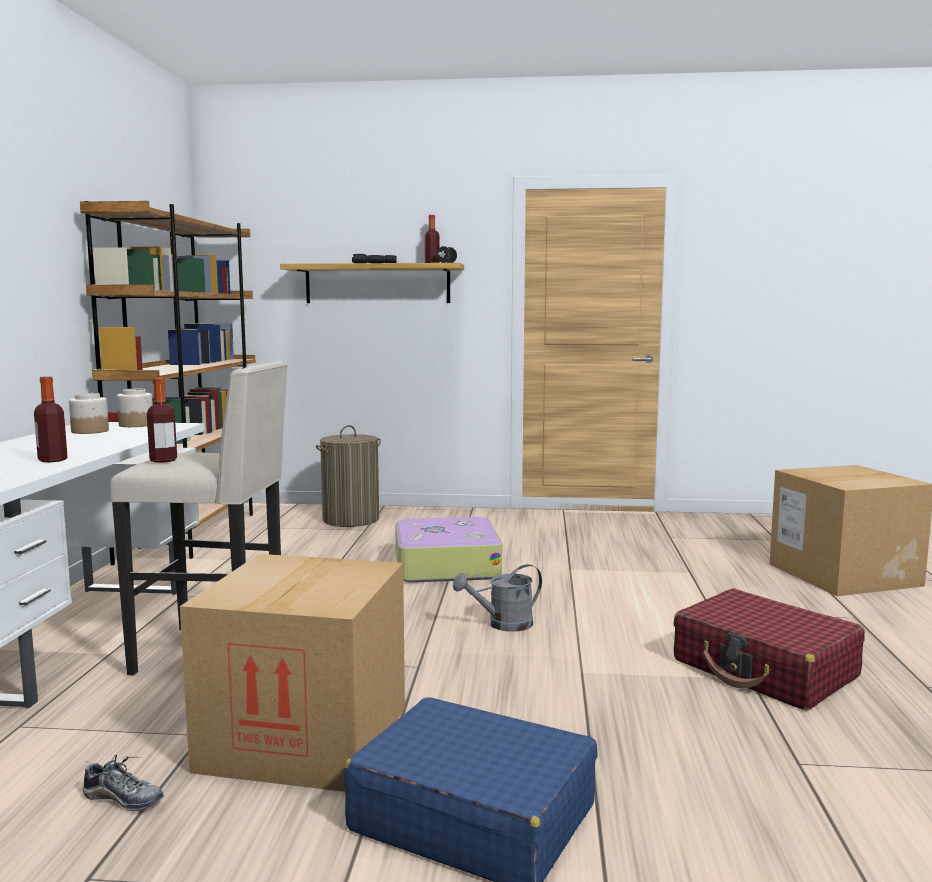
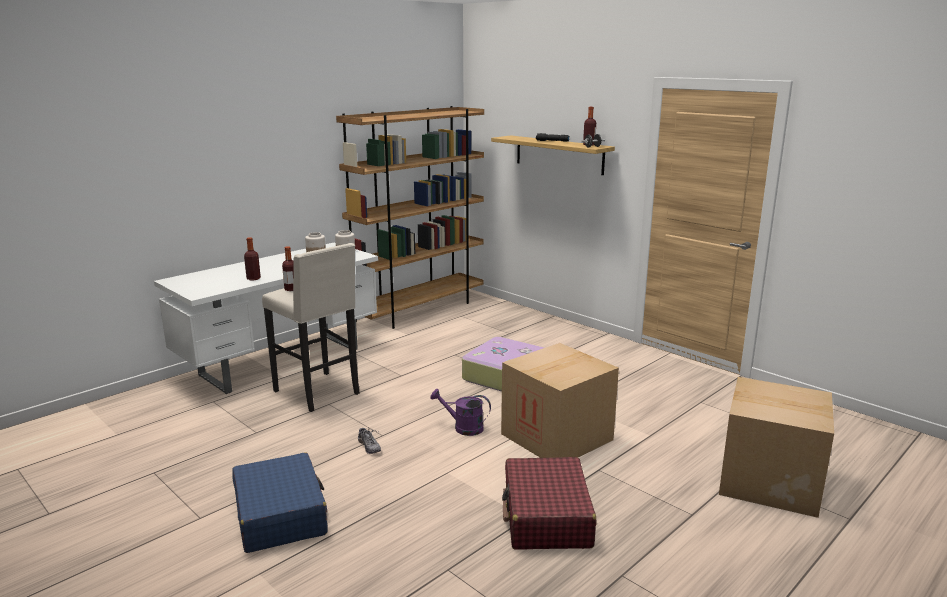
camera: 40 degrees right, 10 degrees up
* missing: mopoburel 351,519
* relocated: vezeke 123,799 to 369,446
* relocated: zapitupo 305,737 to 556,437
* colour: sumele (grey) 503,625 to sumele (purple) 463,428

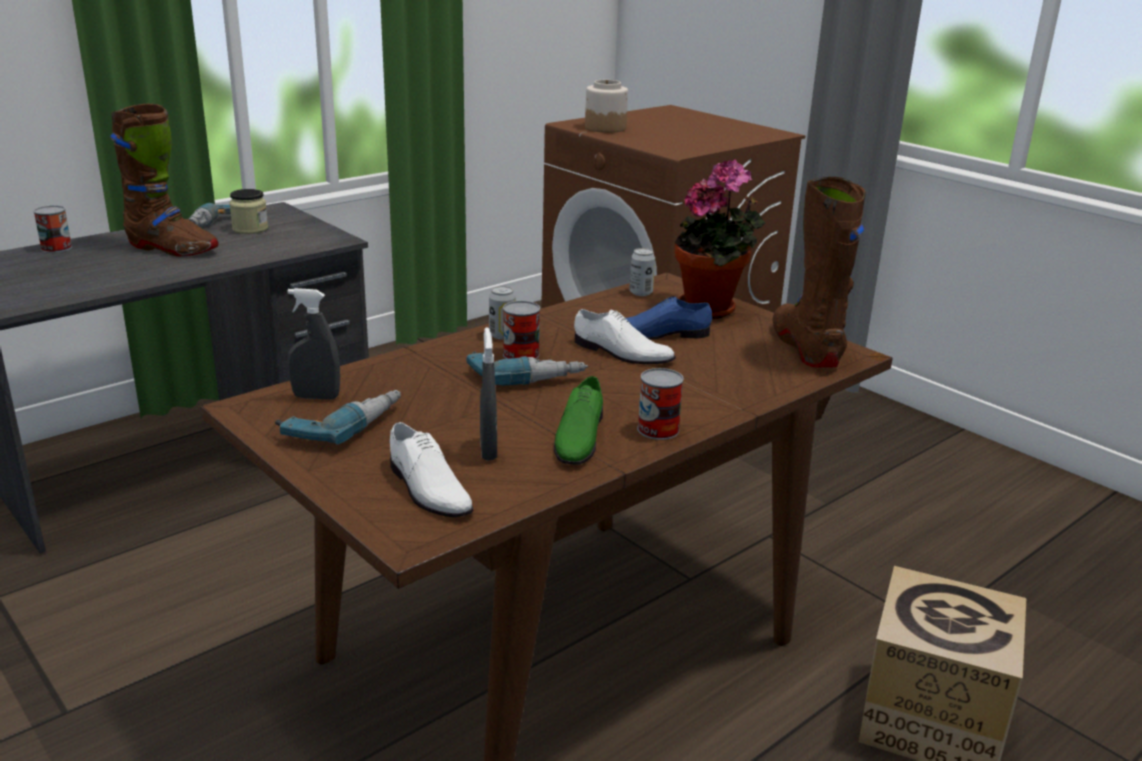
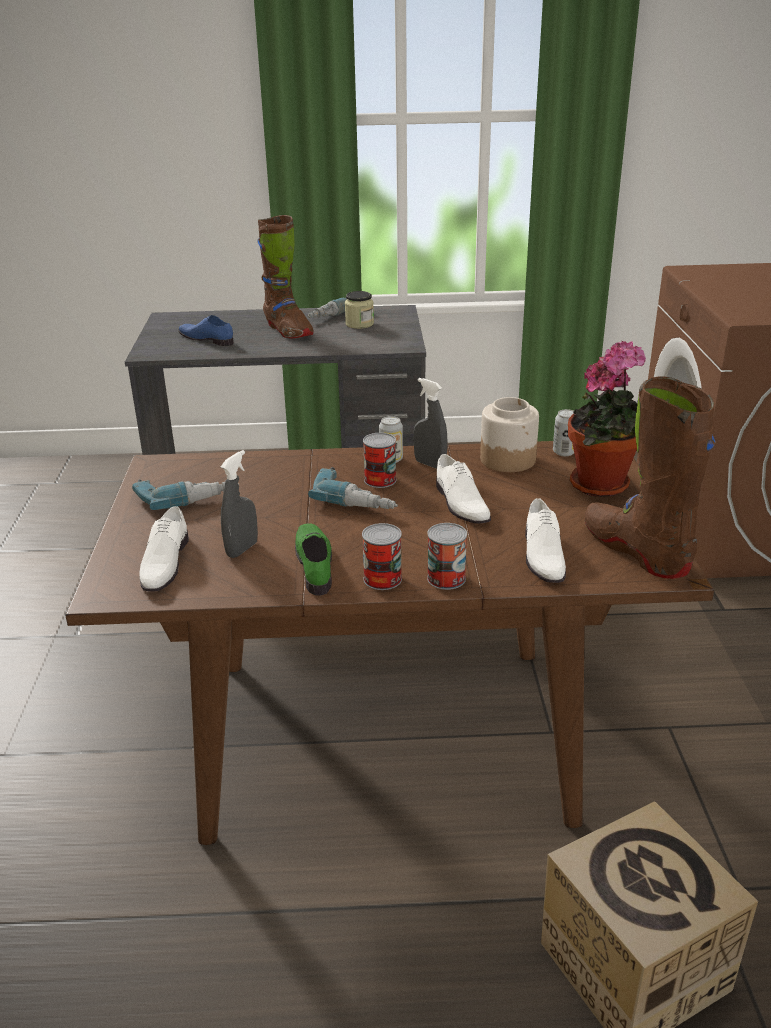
camera: 40 degrees right, 5 degrees up
* appeared: vezeke (white) 541,554
* relocated: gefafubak 56,248 to 446,578
* relocated: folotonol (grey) 316,397 to 430,464
* relocated: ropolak 605,128 to 508,459
* relocated: vezeke (blue) 657,333 to 207,338
* spun: vezeke (green) 578,437 = 315,563 120 degrees clockwise
* spun: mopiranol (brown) 806,347 = 636,550 60 degrees counterclockwise

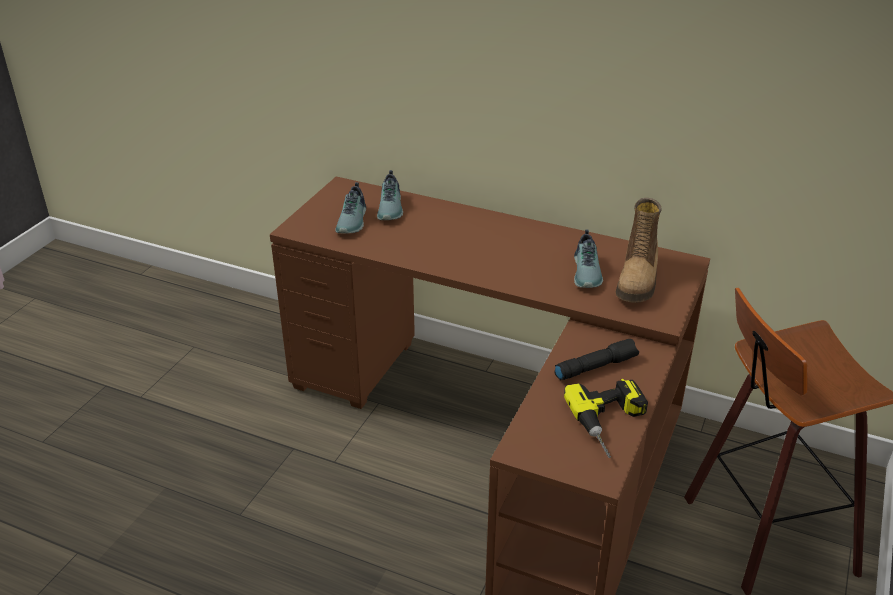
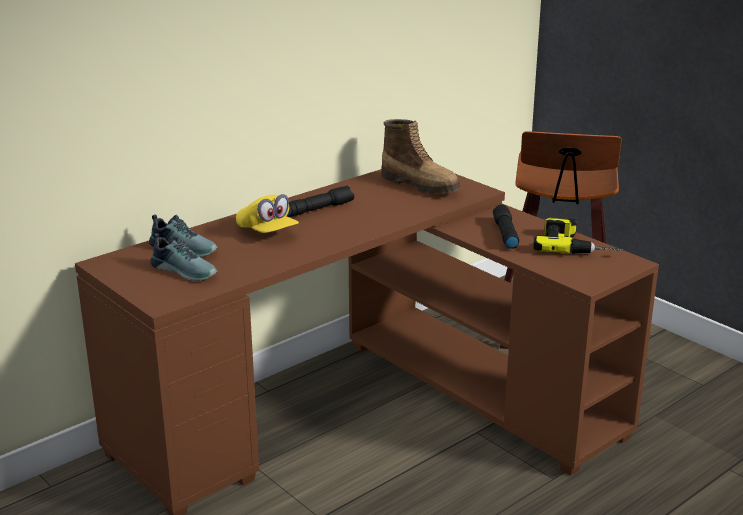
camera: 65 degrees left, 10 degrees down
* missing: vezeke 588,272
* appeared: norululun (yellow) 267,232
* appeared: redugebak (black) 318,209

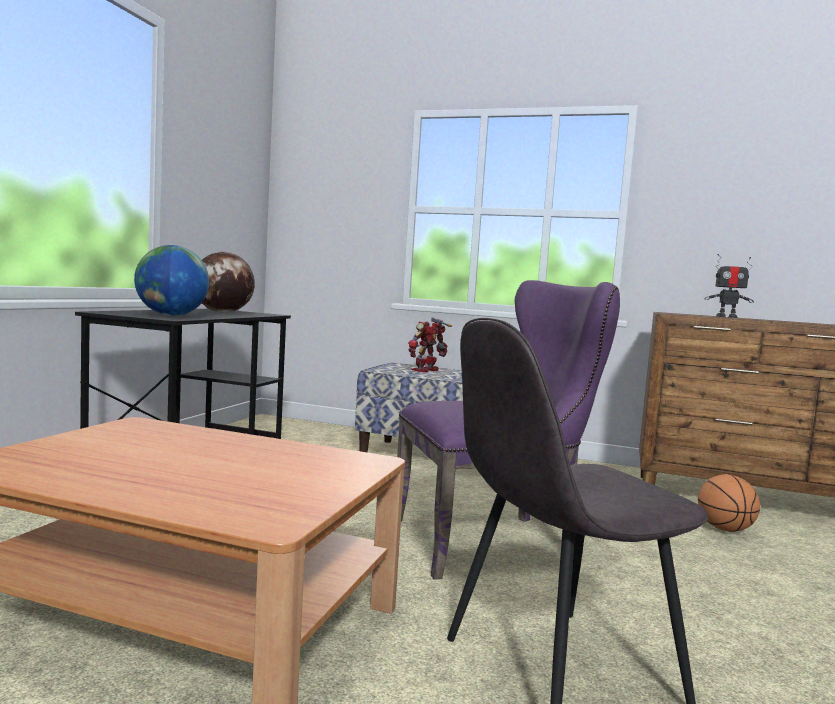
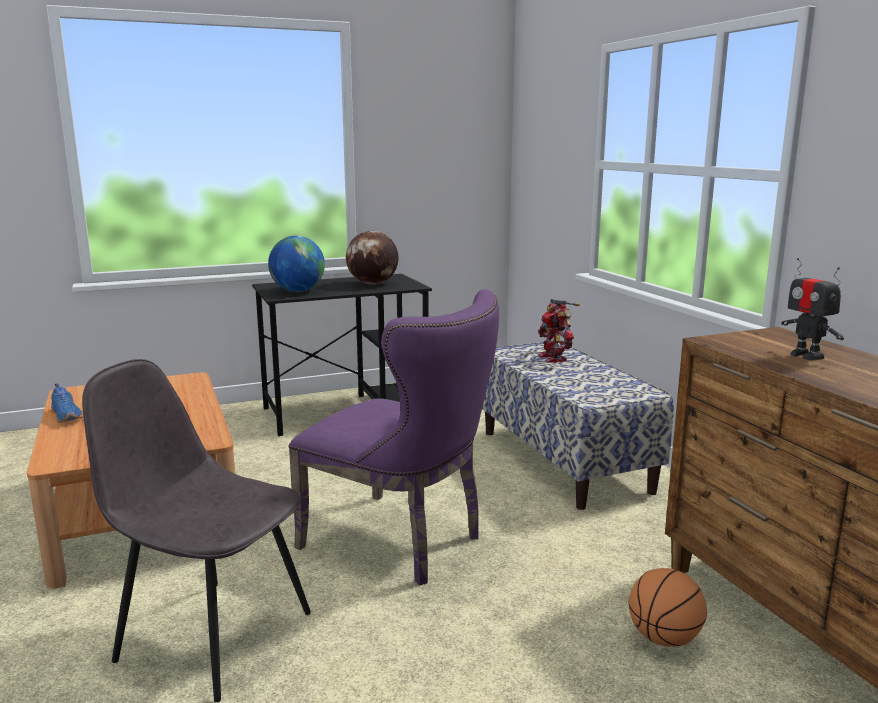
camera: 50 degrees right, 10 degrees up
* appeared: vezeke (blue) 67,416
* spun: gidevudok 426,370 = 554,358 105 degrees counterclockwise

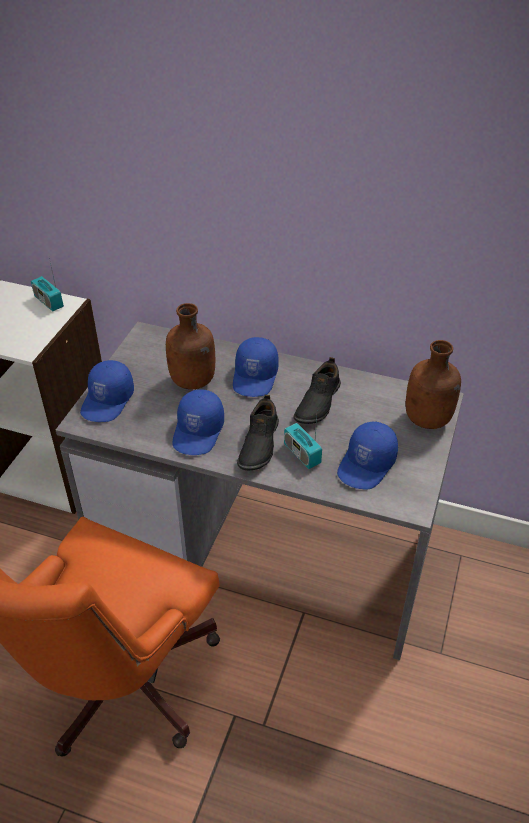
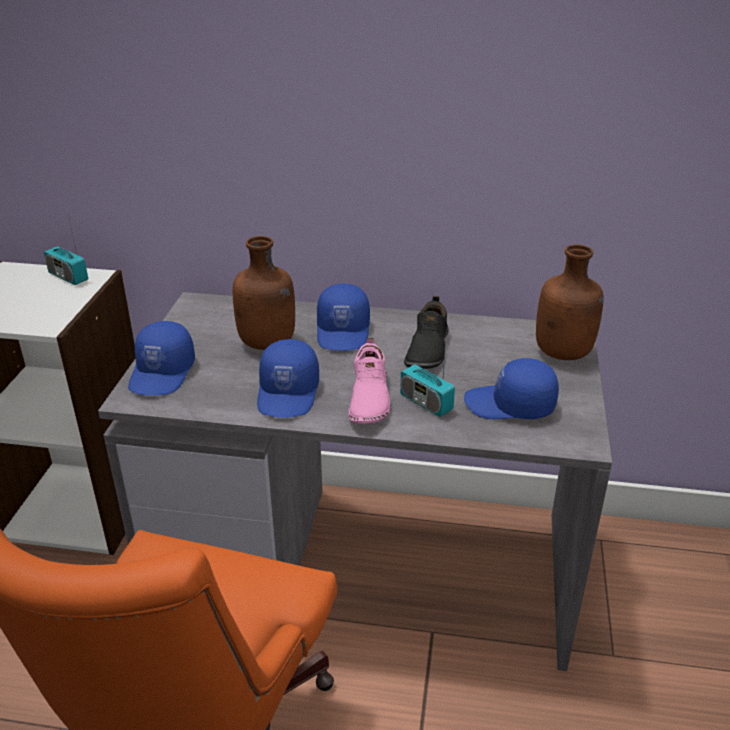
camera: 10 degrees left, 10 degrees down
* colour: vezeke (black) 258,444 to vezeke (pink) 368,398
* spun: norululun (blue) 367,465 = 510,405 75 degrees clockwise

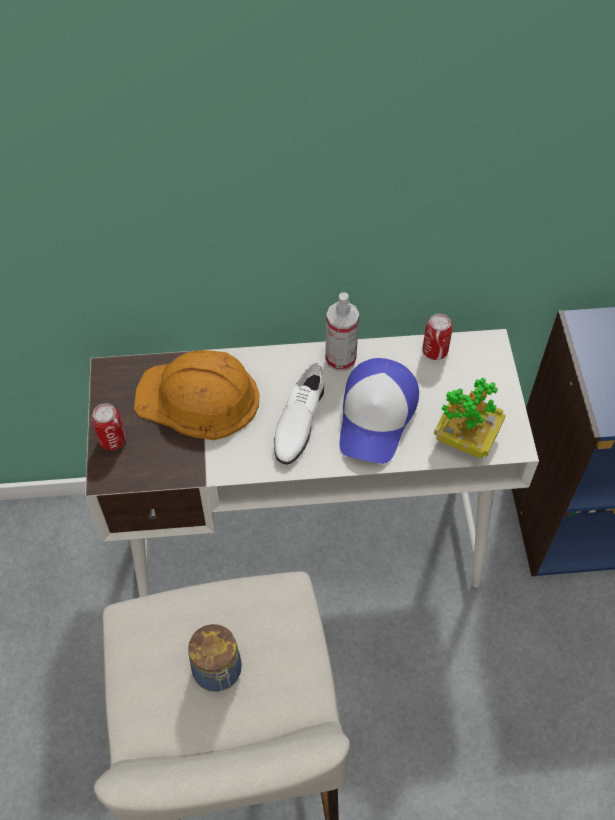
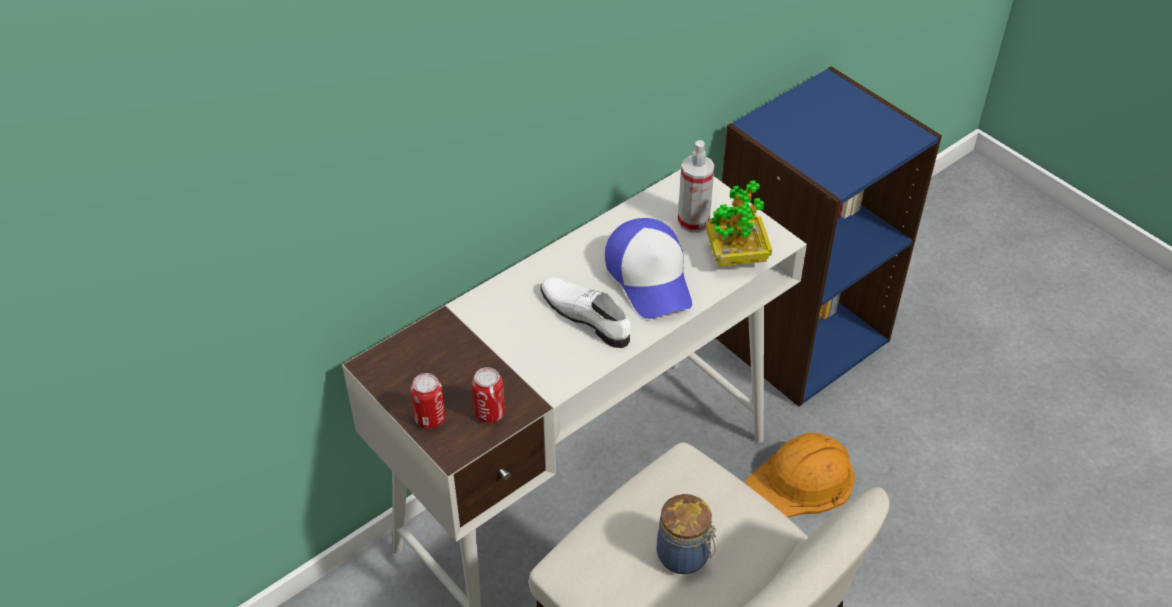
camera: 35 degrees left, 10 degrees down
* relocated: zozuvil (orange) 198,398 to 802,481
* relocated: folotonol 340,359 to 693,221
* relocated: gefafubak 435,351 to 489,412
* spun: vezeke (white) 298,420 = 586,315 150 degrees clockwise

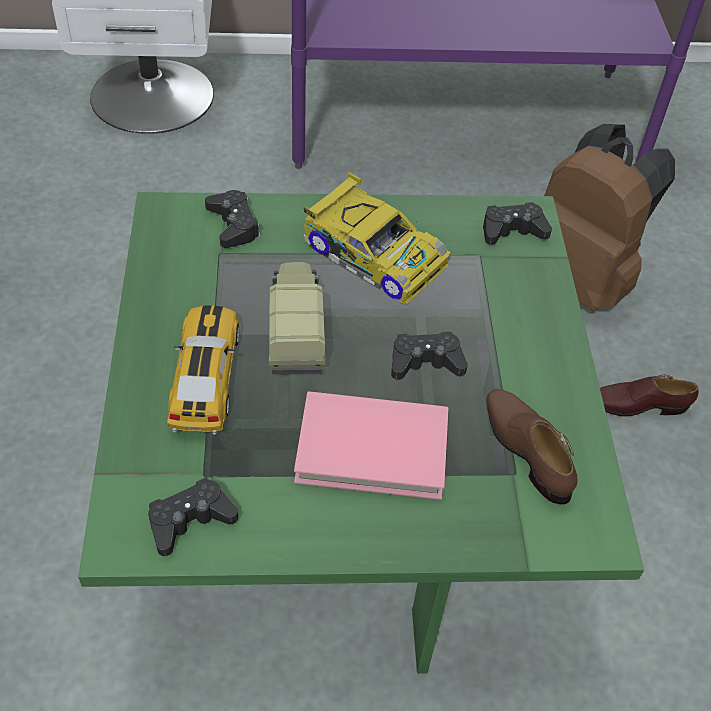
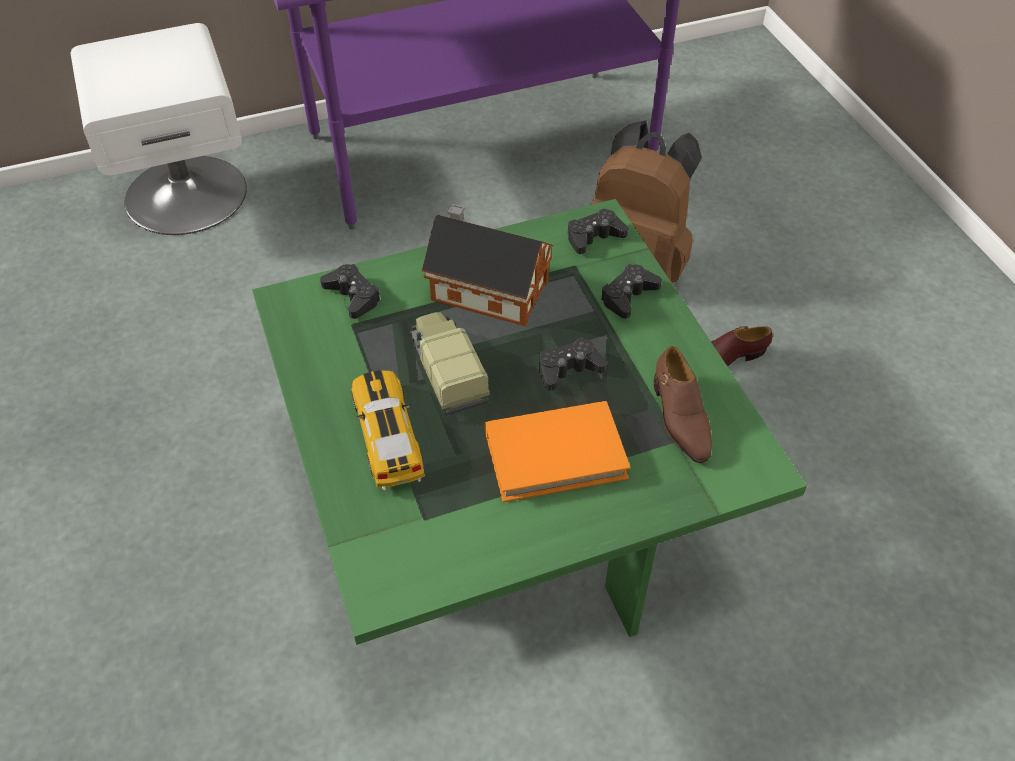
camera: 15 degrees left, 0 degrees up
* relocated: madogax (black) 190,520 to 628,296
* exchanged: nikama 373,253 to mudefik 485,288
* colour: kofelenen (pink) 372,449 to kofelenen (orange) 555,455
* spun: vezeke (brown) 527,449 = 680,417 150 degrees counterclockwise

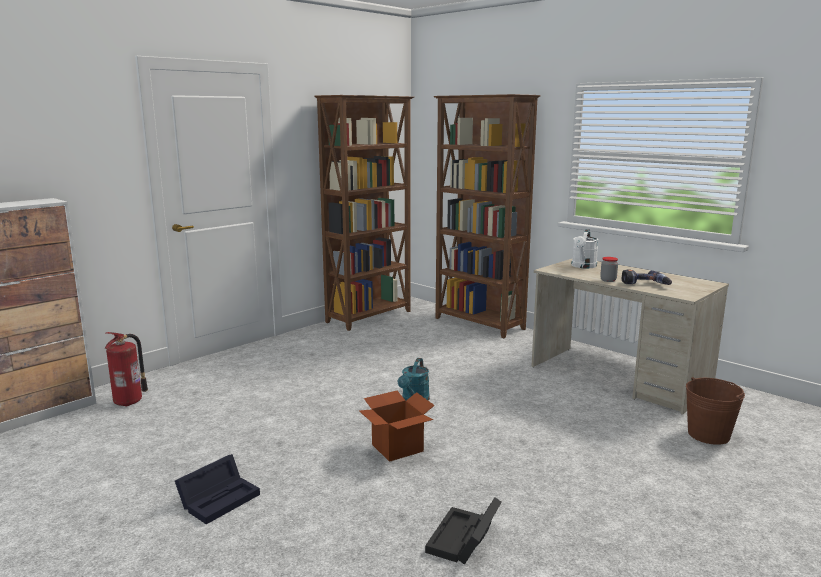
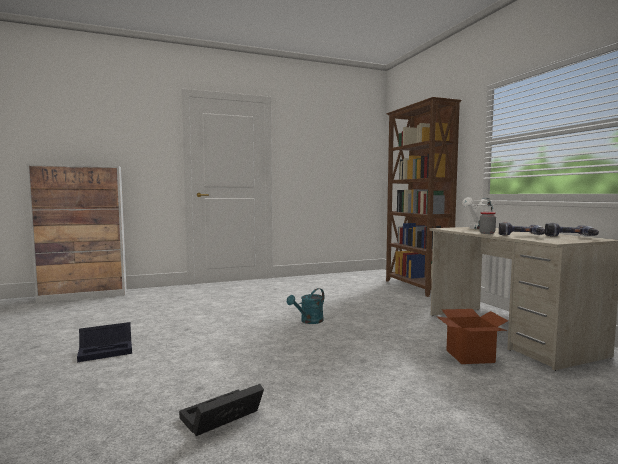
camera: 25 degrees right, 10 degrees down
* missing: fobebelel 130,401
* missing: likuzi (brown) 370,317
* missing: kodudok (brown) 708,435
* appeared: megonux 569,237
* relocated: zapitupo 397,448 to 470,356

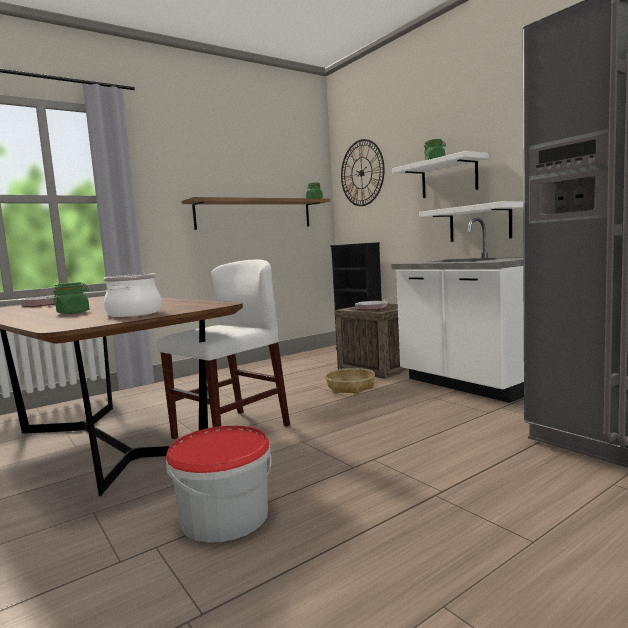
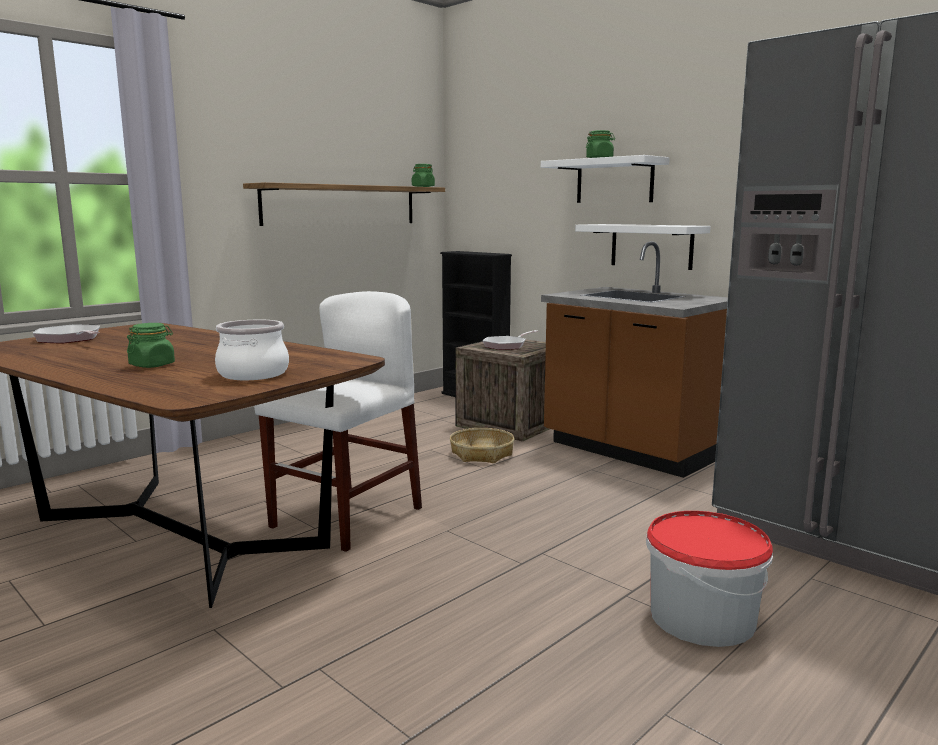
camera: 10 degrees left, 5 degrees up
* missing: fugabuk 361,173
* relocated: kodudok 224,516 to 701,617
* colour: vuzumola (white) 470,384 to vuzumola (brown) 631,451

